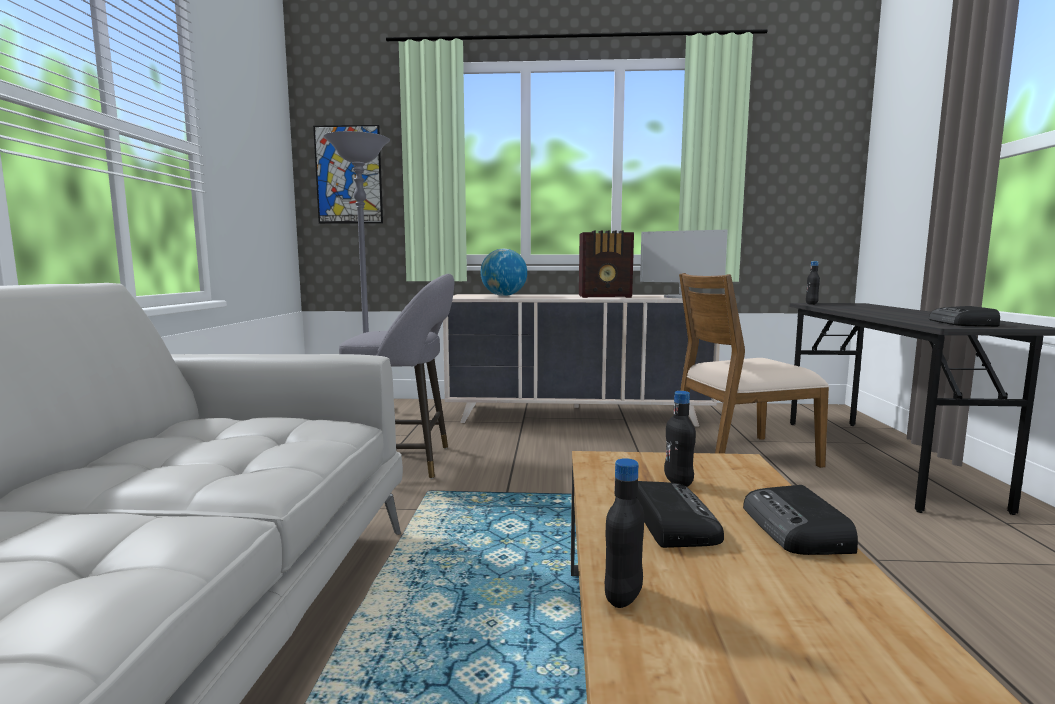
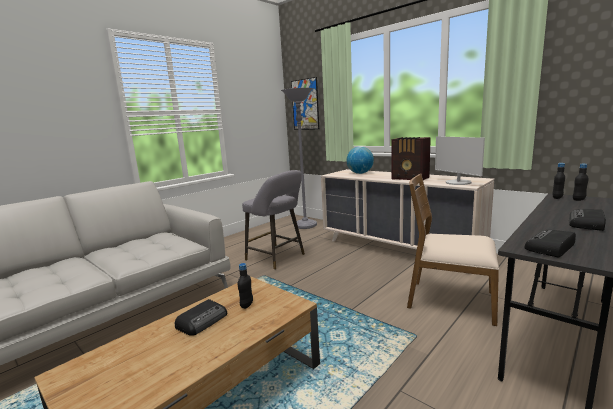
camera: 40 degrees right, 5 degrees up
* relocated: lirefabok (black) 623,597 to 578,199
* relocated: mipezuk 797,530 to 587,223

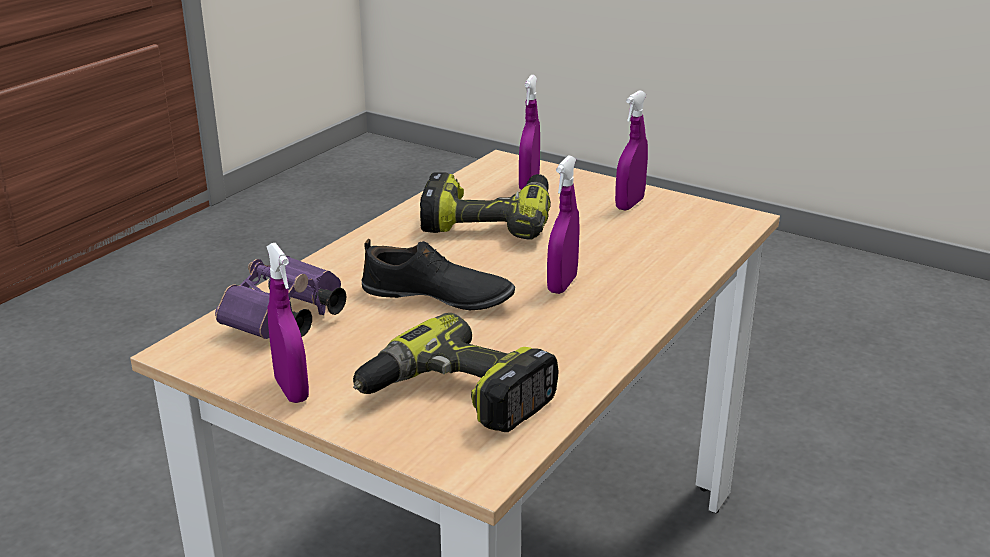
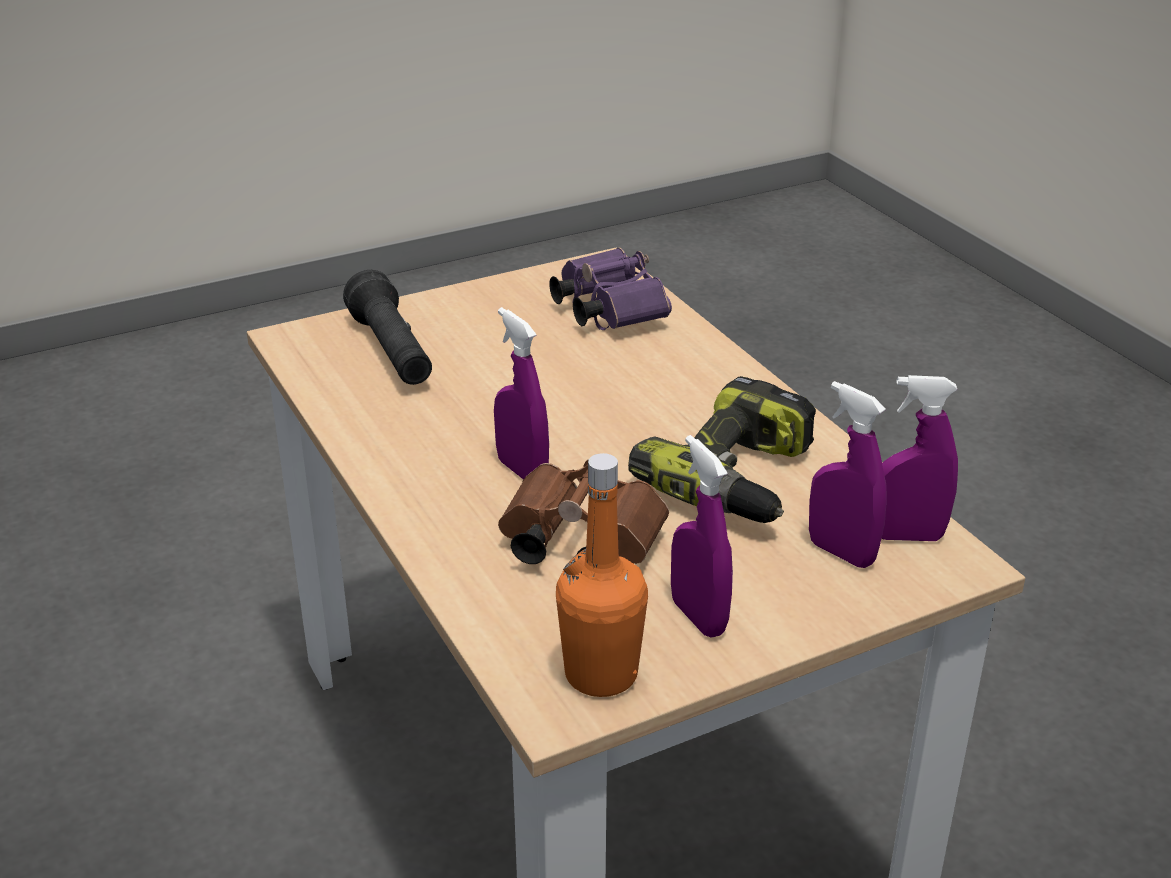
camera: 120 degrees right, 5 degrees up
* missing: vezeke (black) 437,297
* appeared: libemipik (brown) 576,544
* appeared: lirefabok (orange) 601,674
* relocated: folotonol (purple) 291,390 to 906,536
* exchanged: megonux 454,398 to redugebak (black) 392,352

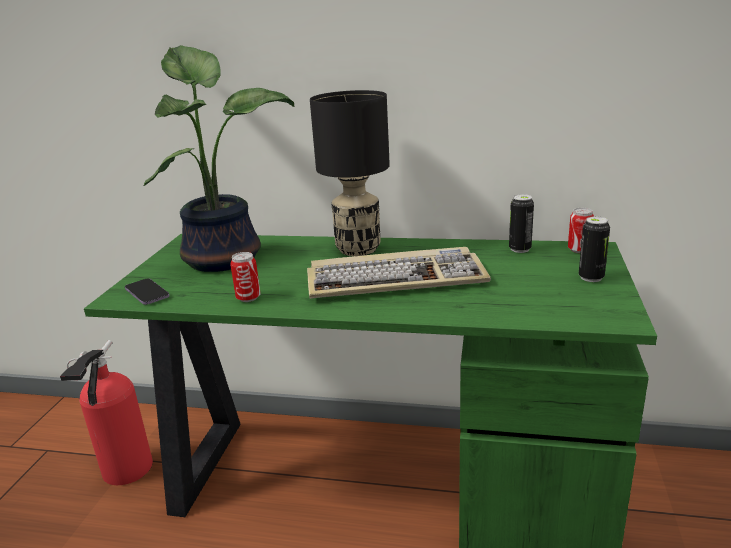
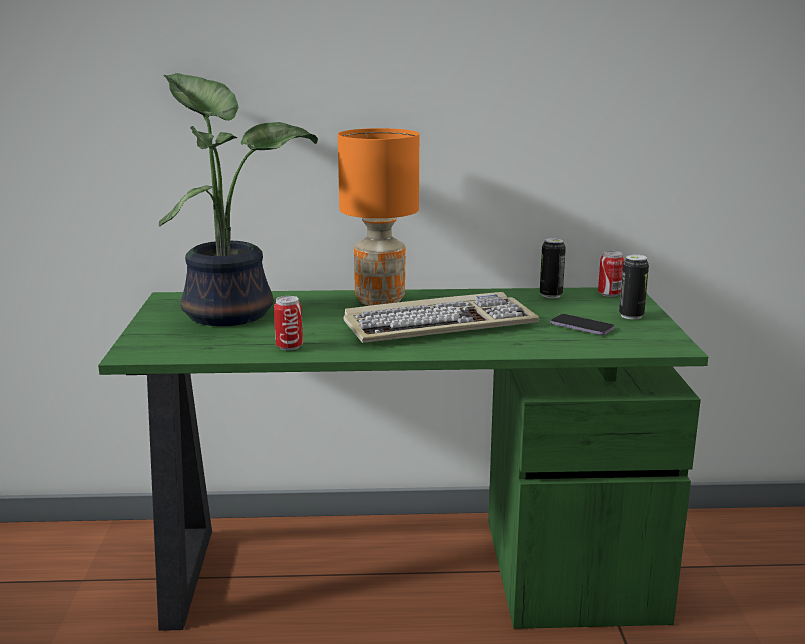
camera: 15 degrees left, 5 degrees down
* missing: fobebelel 125,472
* relocated: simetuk 147,293 to 581,327
* colour: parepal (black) 357,249 to parepal (orange) 379,301

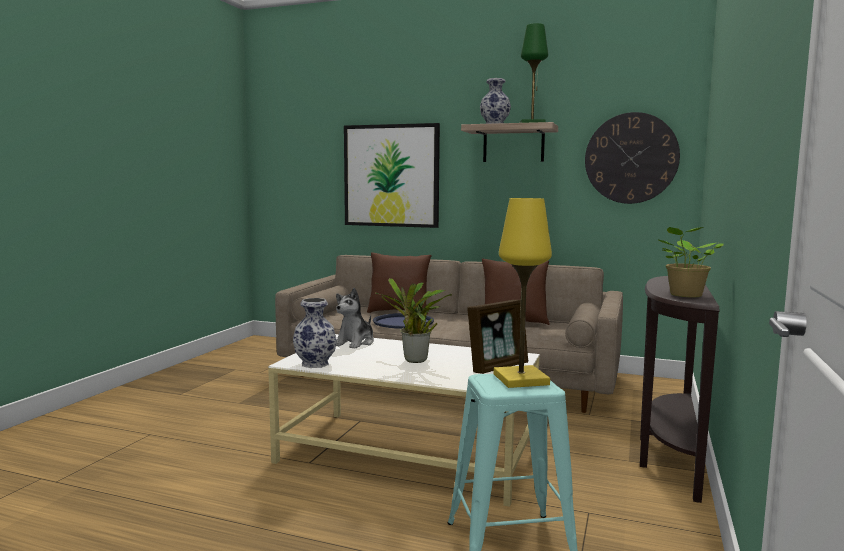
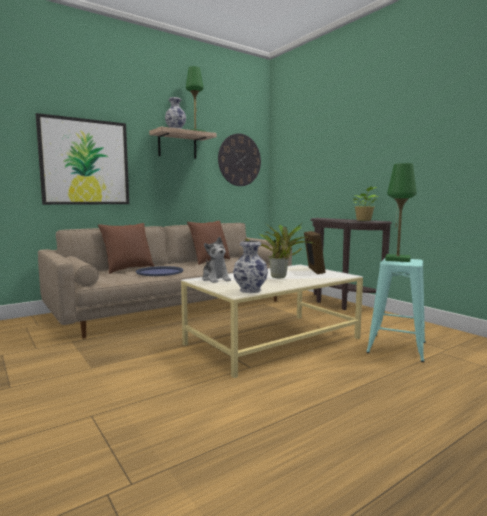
camera: 55 degrees left, 0 degrees up
* colour: parepal (yellow) 520,379 to parepal (green) 397,259

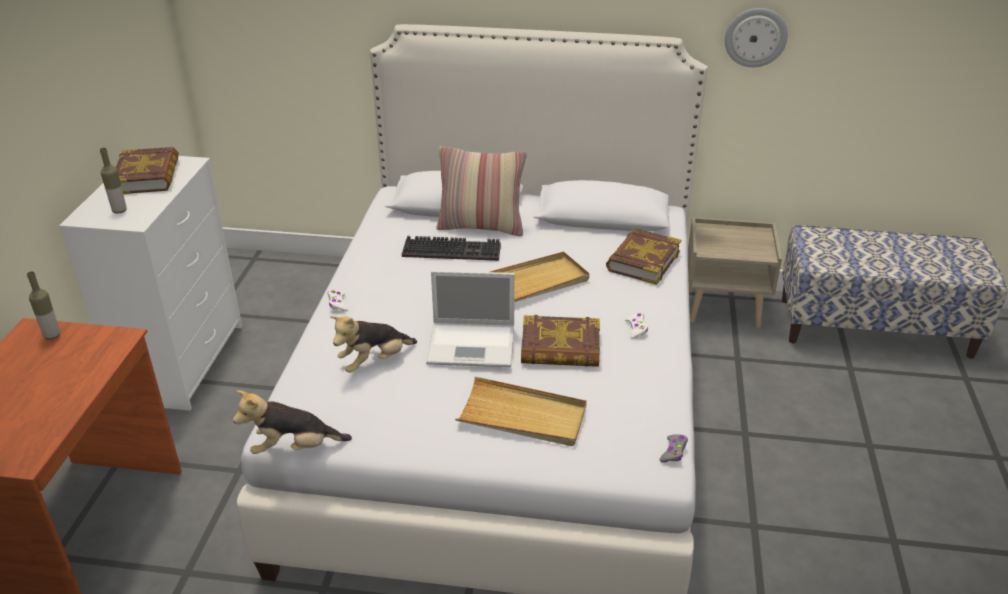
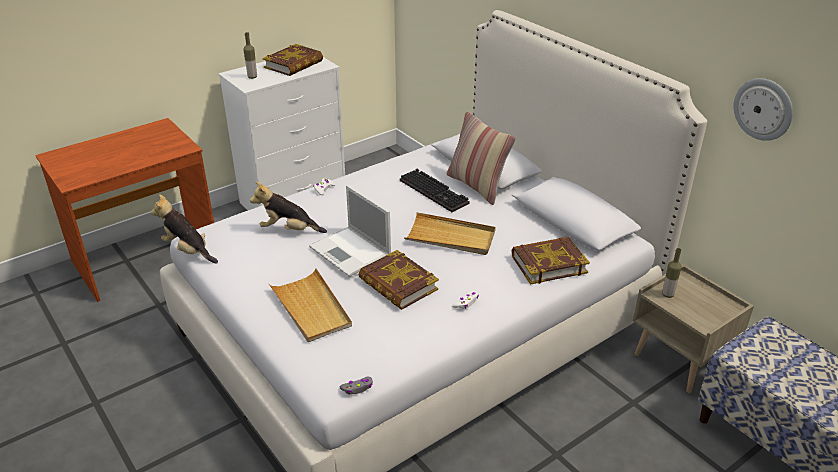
camera: 45 degrees right, 0 degrees up
* relocated: lirefabok 52,336 to 667,294

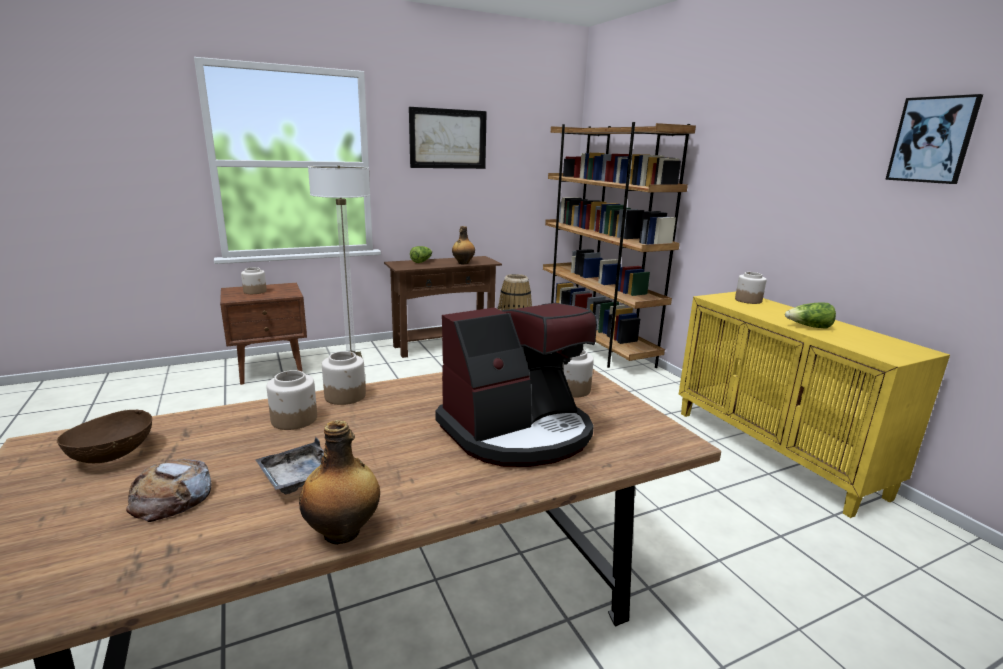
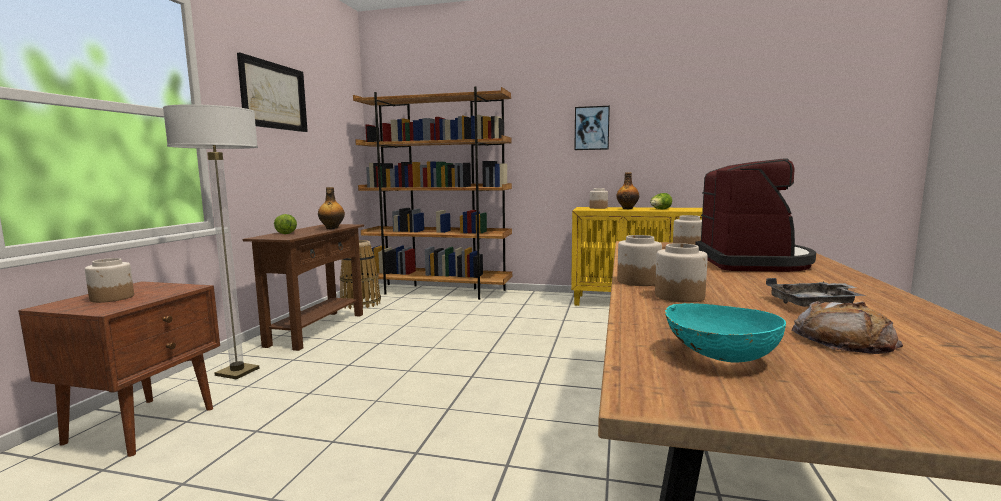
camera: 50 degrees left, 10 degrees down
* relocated: lirefabok 343,532 to 627,208
* relocated: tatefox 932,140 to 591,128
* colour: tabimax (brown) 112,454 to tabimax (turquoise) 718,357

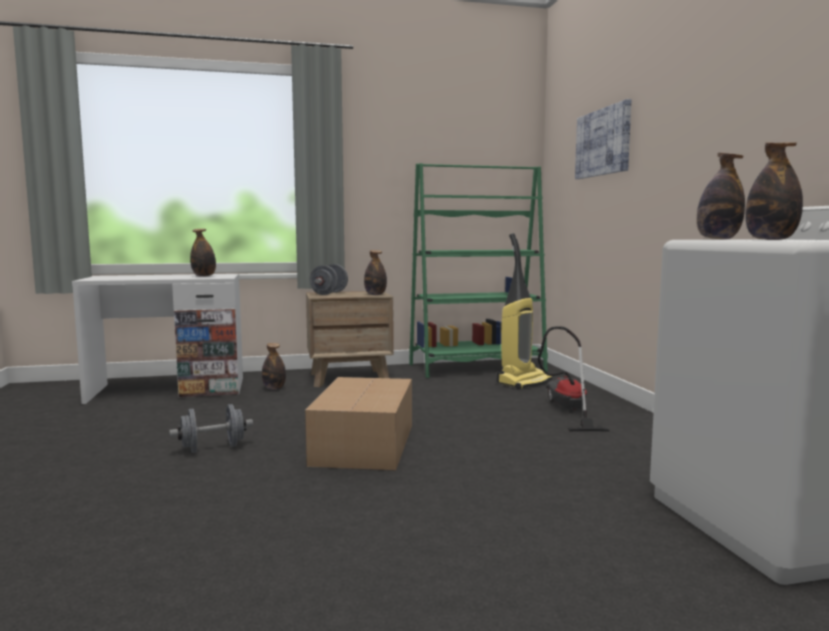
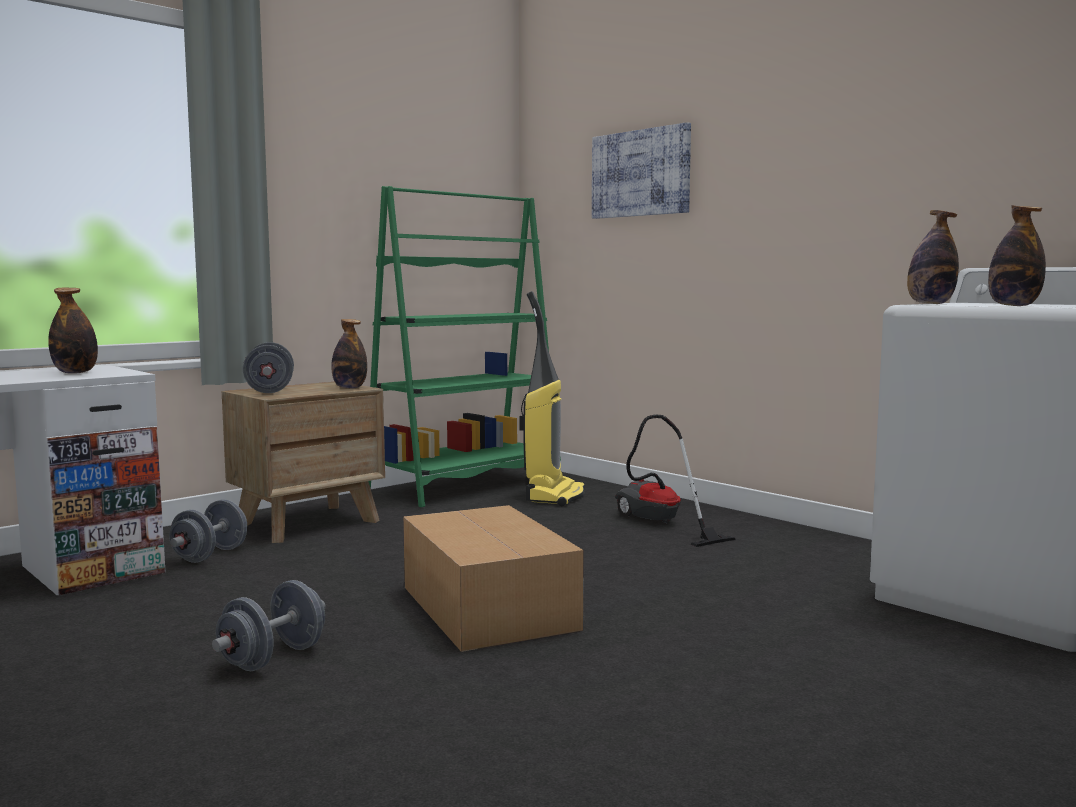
camera: 30 degrees left, 0 degrees up
* exchanged: lirefabok 274,388 to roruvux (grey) 210,555

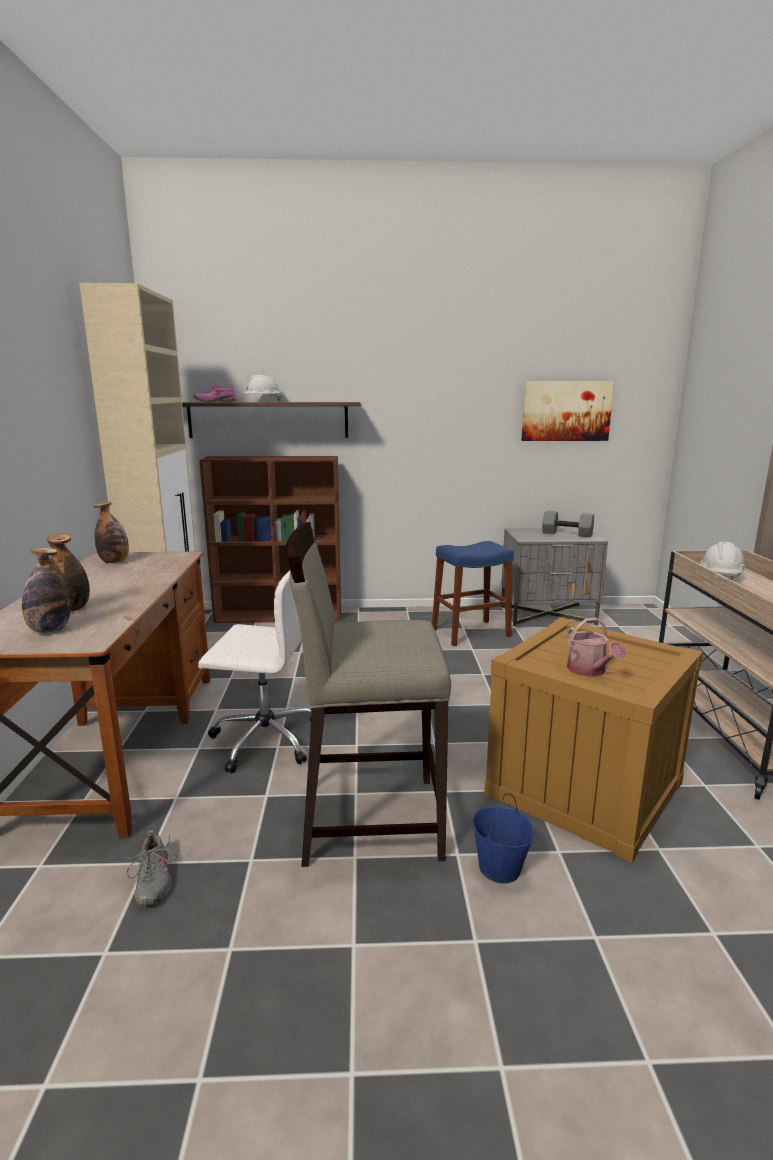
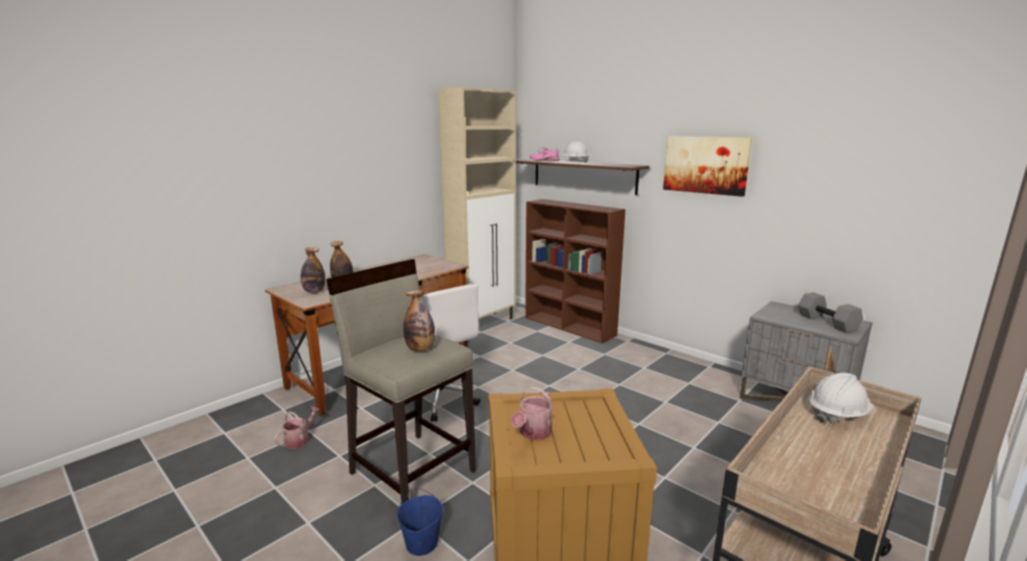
camera: 45 degrees right, 0 degrees up
* missing: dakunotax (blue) 470,633
* relocated: lirefabok 114,562 to 420,349
* relocated: tatefox 566,411 to 705,165
* exchanged: vezeke (grey) 152,880 to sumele 299,440

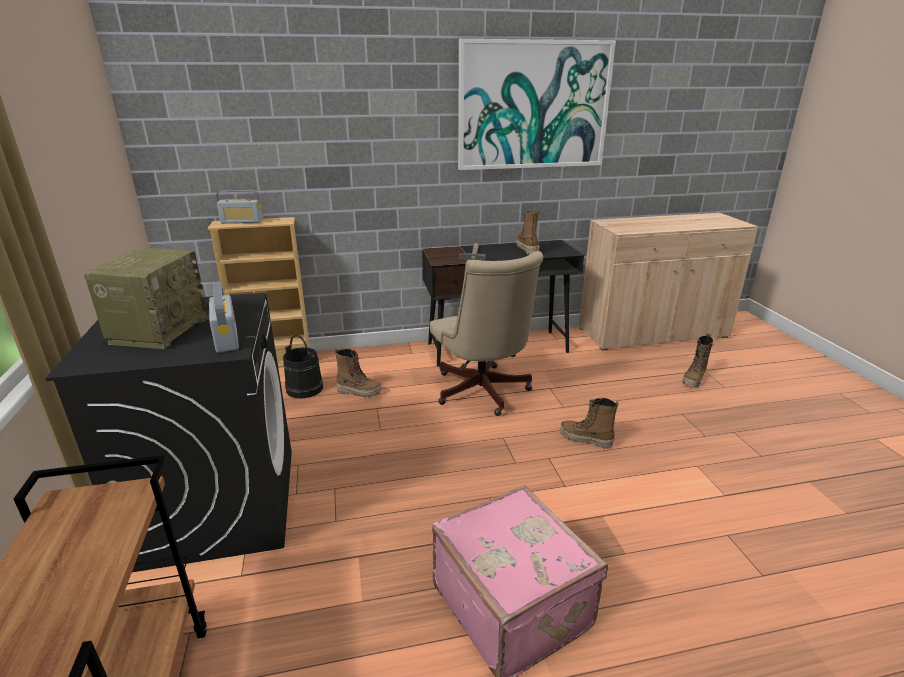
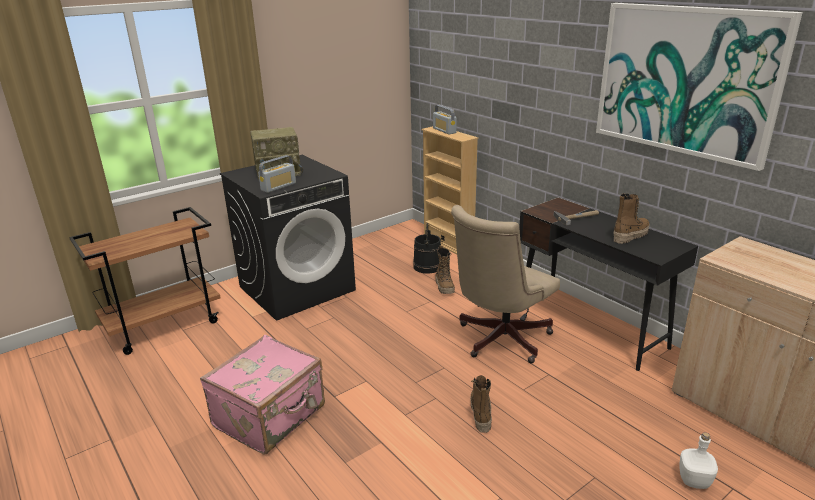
camera: 65 degrees right, 0 degrees up
* exchanged: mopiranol 694,379 to lirefabok (white) 694,481

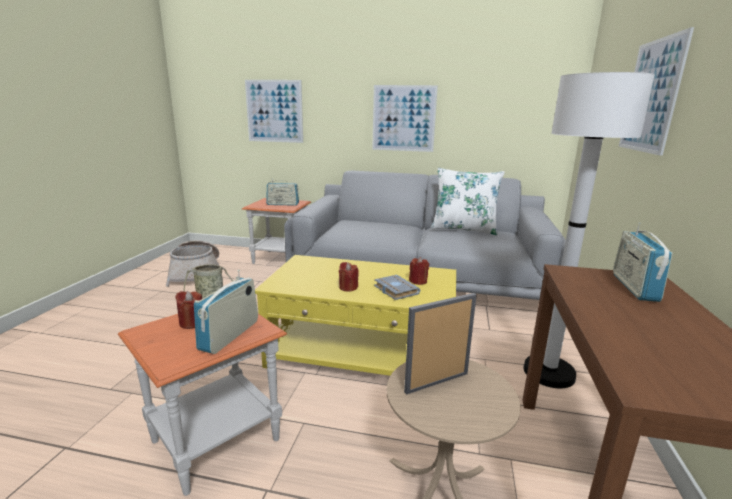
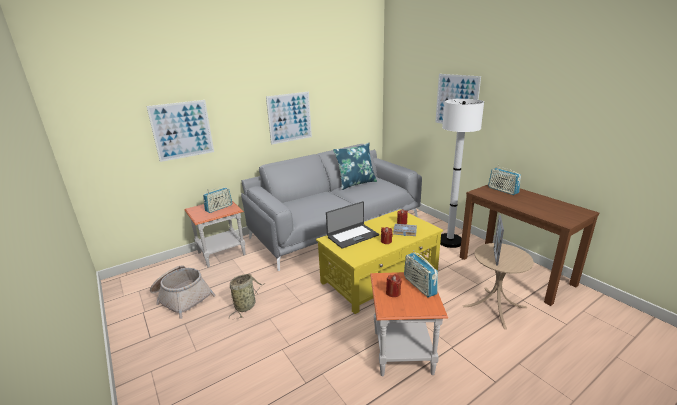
camera: 45 degrees left, 5 degrees up
* appeared: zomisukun 352,236
* colour: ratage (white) 463,229 to ratage (blue) 355,183

